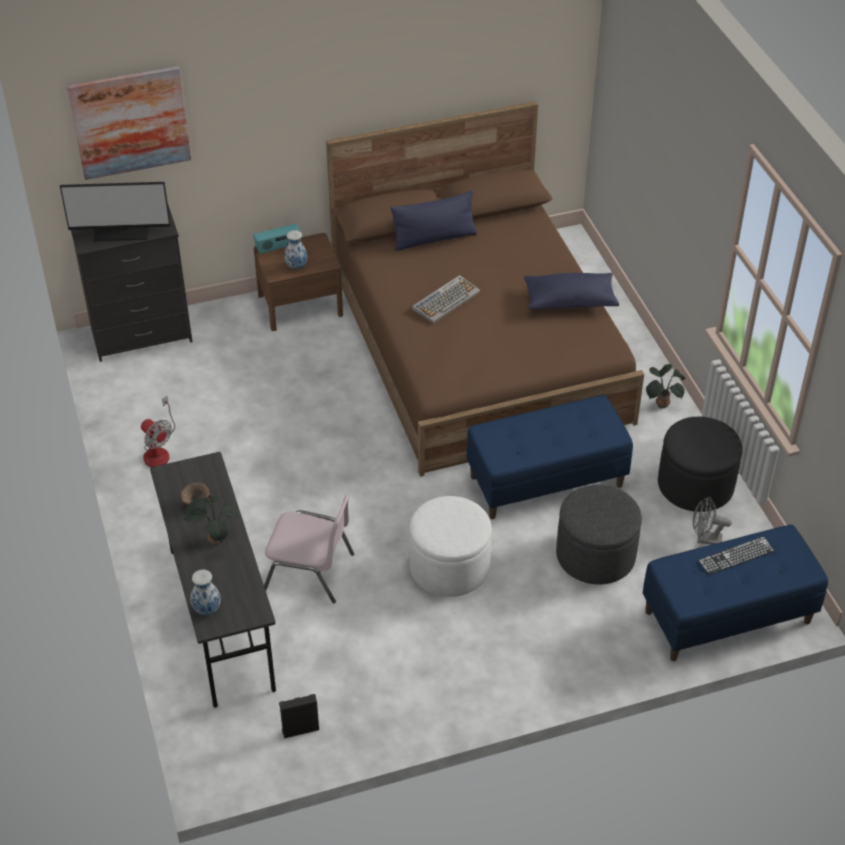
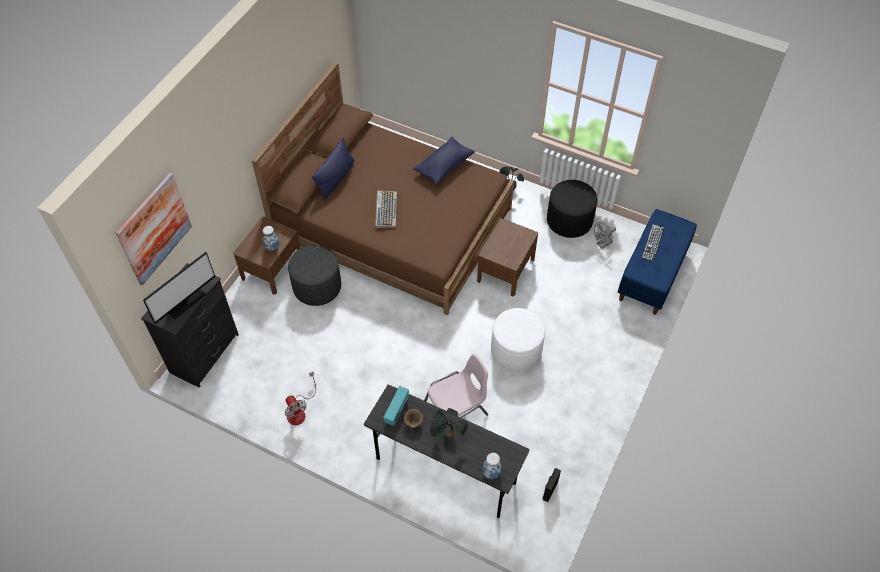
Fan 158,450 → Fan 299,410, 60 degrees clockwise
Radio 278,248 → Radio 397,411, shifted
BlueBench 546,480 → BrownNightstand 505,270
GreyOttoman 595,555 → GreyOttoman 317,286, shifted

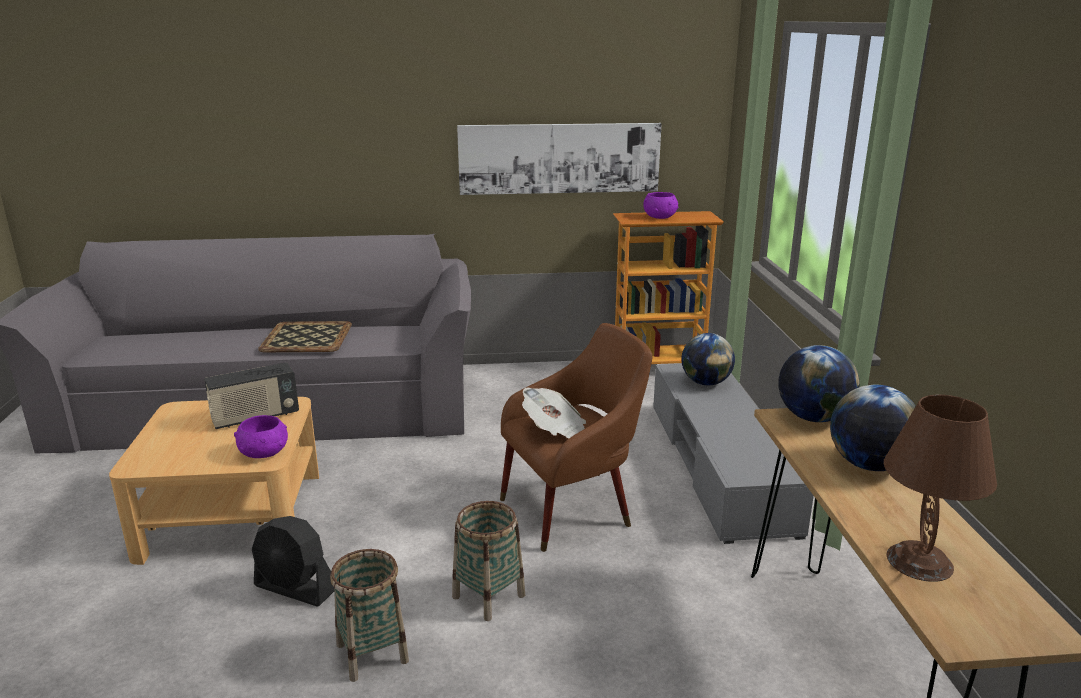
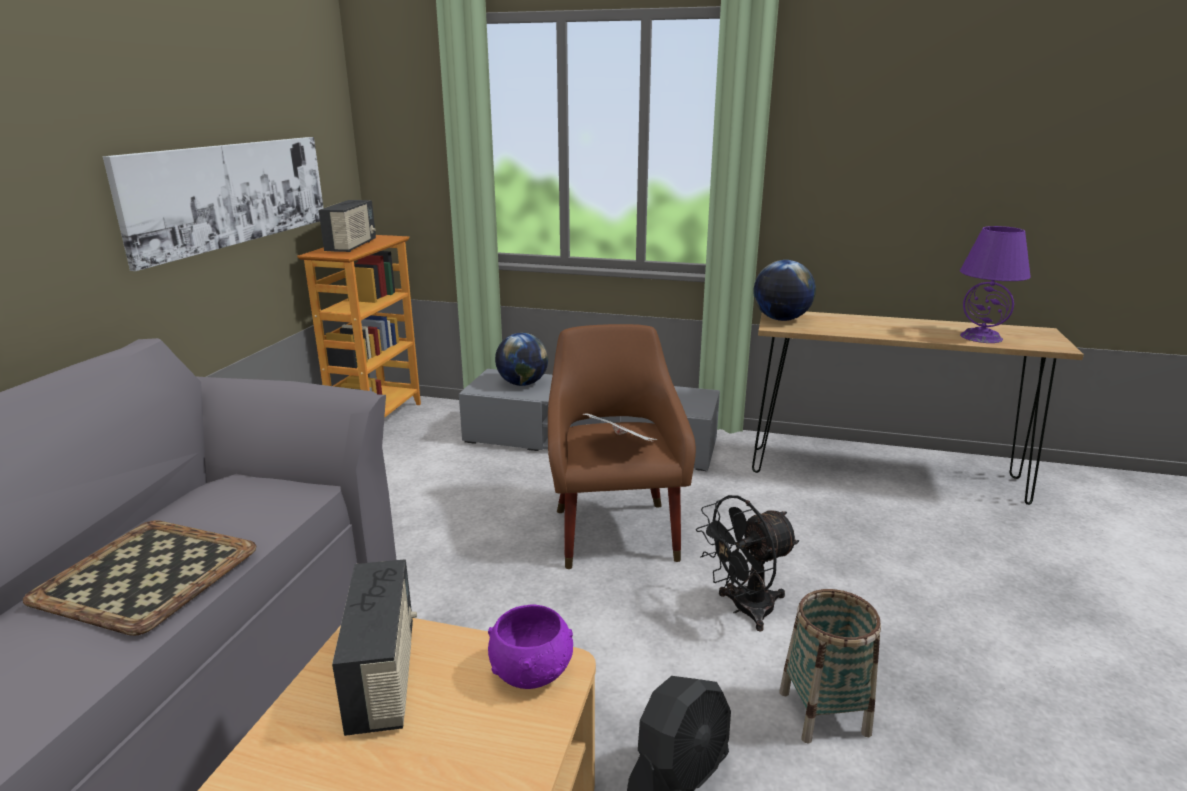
Basket 488,596 → BlackFan 744,609
PurpleBowl 660,217 → Radio 352,246
Globe 869,465 → -
BrownTableLamp 918,561 → PurpleTableLamp 980,337

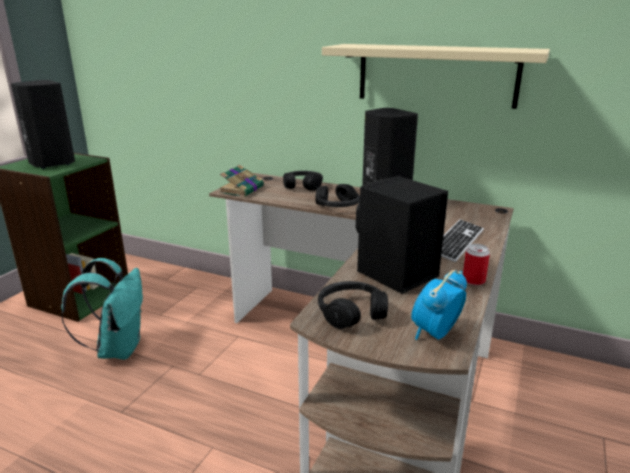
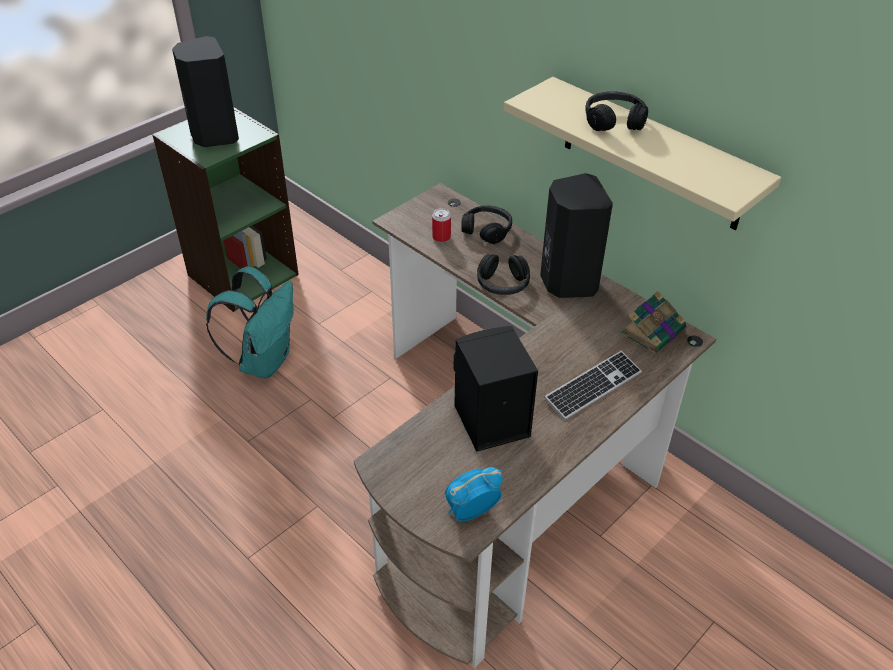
Book 242,189 → Book 653,330, shifted
BlackHeadphones 351,313 → BlackHeadphones 614,121, shifted
Can 473,281 → Can 441,237, shifted

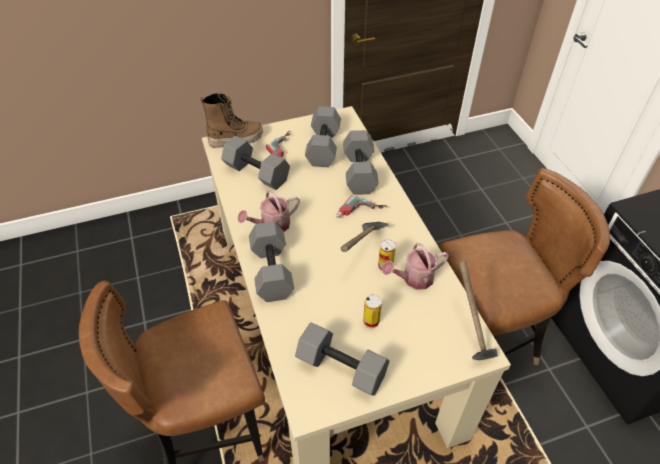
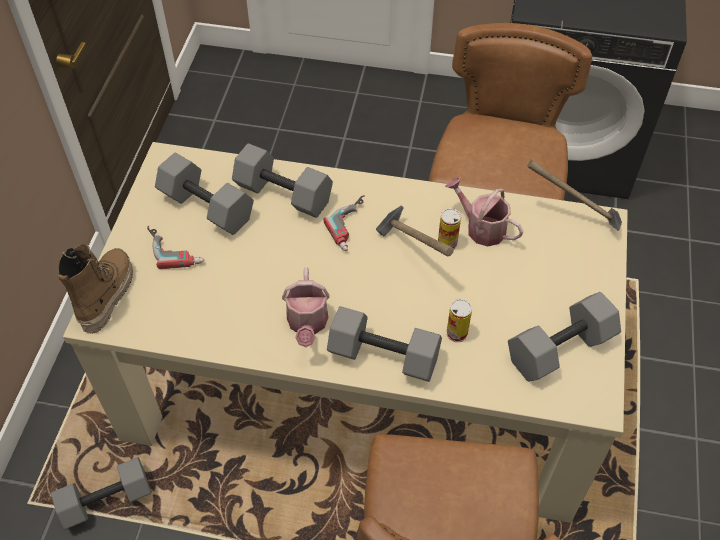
GreyDumbbell 258,172 → GreyDumbbell 107,498, shifted
Can 371,321 → Can 457,333, shifted
WateringCan 413,279 → WateringCan 481,228, 120 degrees clockwise

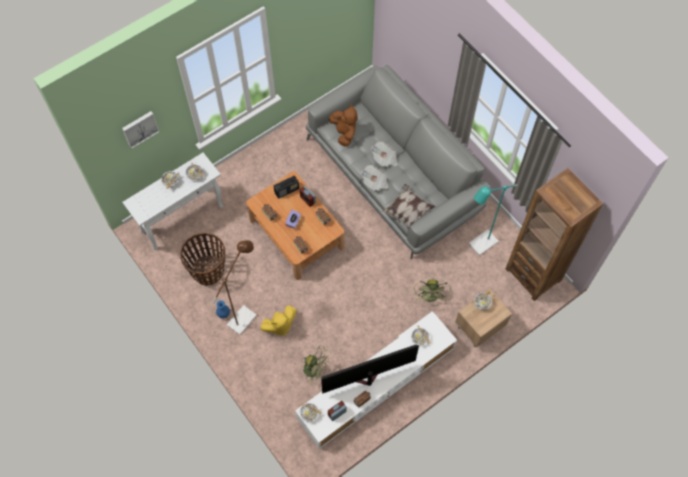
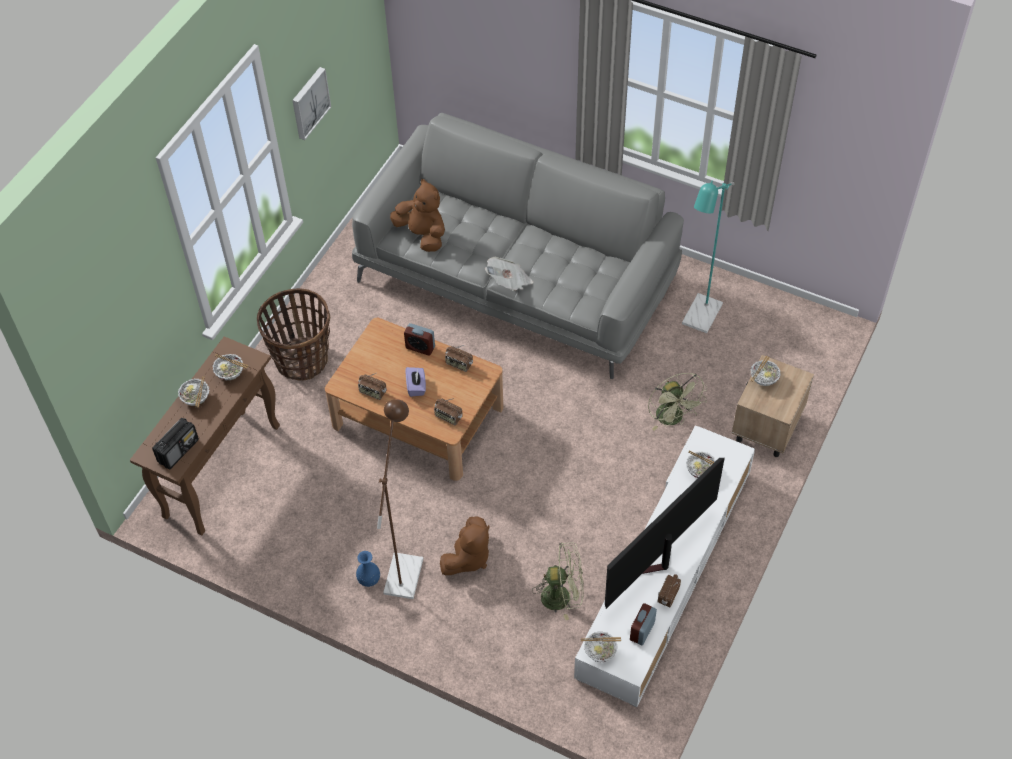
Picture 139,128 → Picture 309,102, shifted
WhiteConsoleTable 183,218 → BrownConsoleTable 222,470
Basket 208,270 → Basket 302,359, shifted
YellowPlushToy 279,325 → BrownPlushToy 468,558
Radio 287,190 → Radio 178,451, shifted
Newspaper 384,159 → -
Pillow 408,212 → -
BrownBookcase 533,274 → -

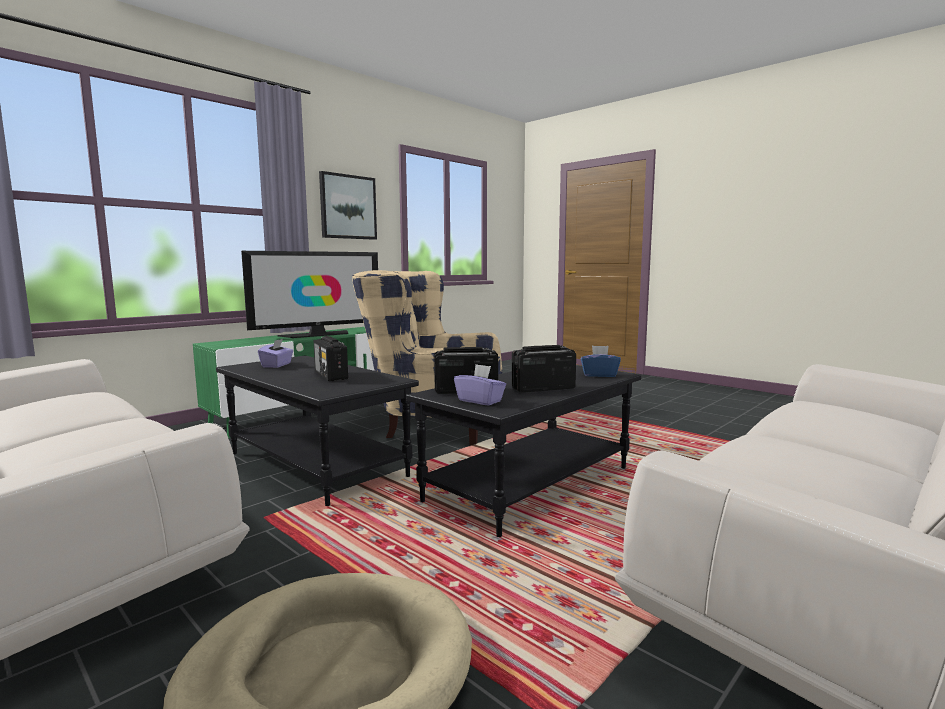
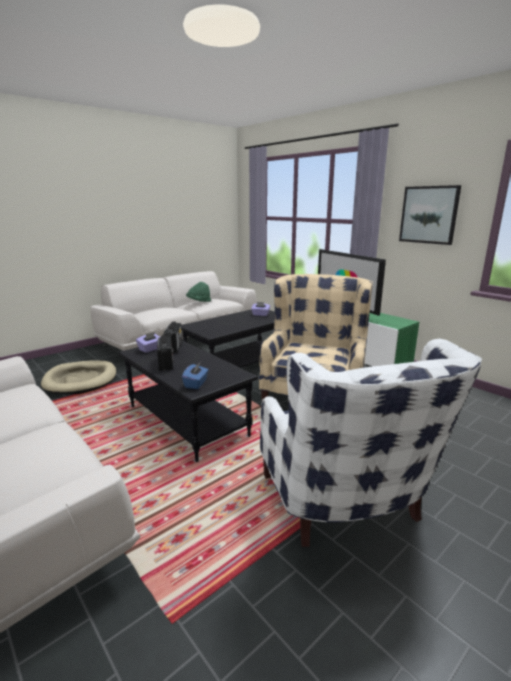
Radio 331,376 → -
- → GreenHat 199,302
- → WhiteArmchair 346,507

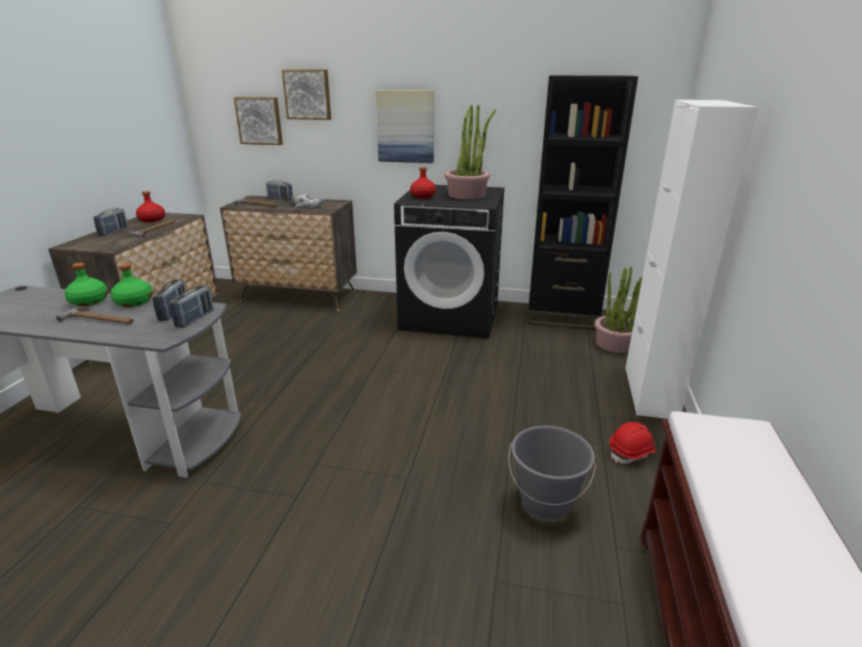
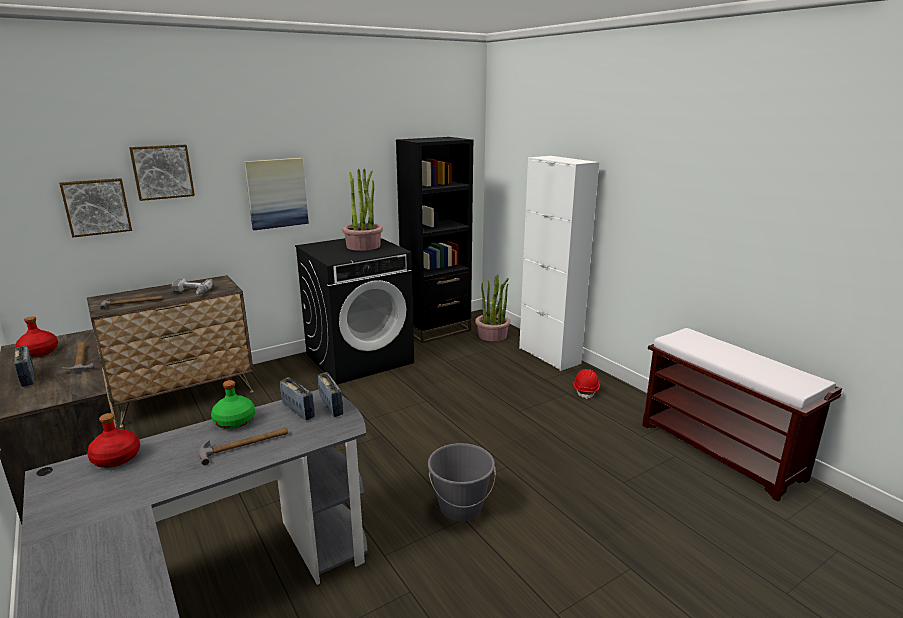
GreenBottle 88,301 → -
Radio 280,199 → -
RedBottle 423,196 → RedBottle 116,458, shifted
GreyBucket 546,502 → GreyBucket 460,508, shifted

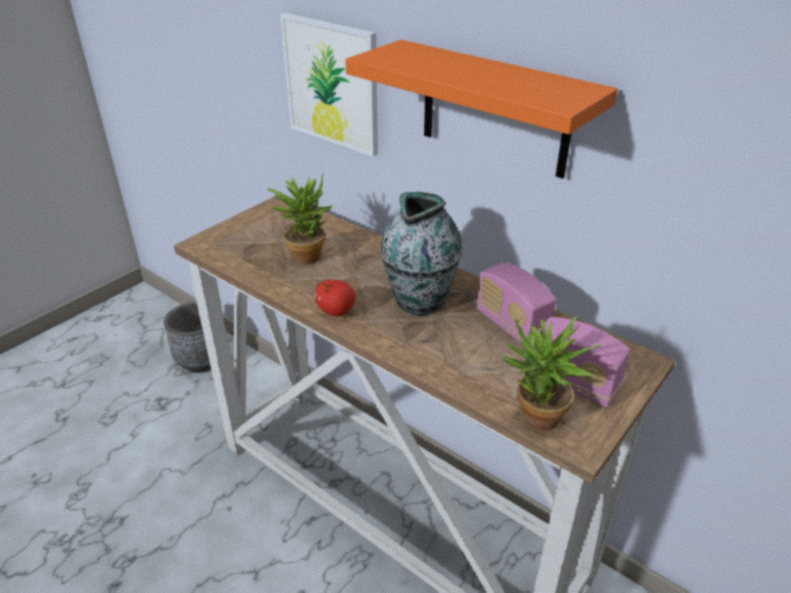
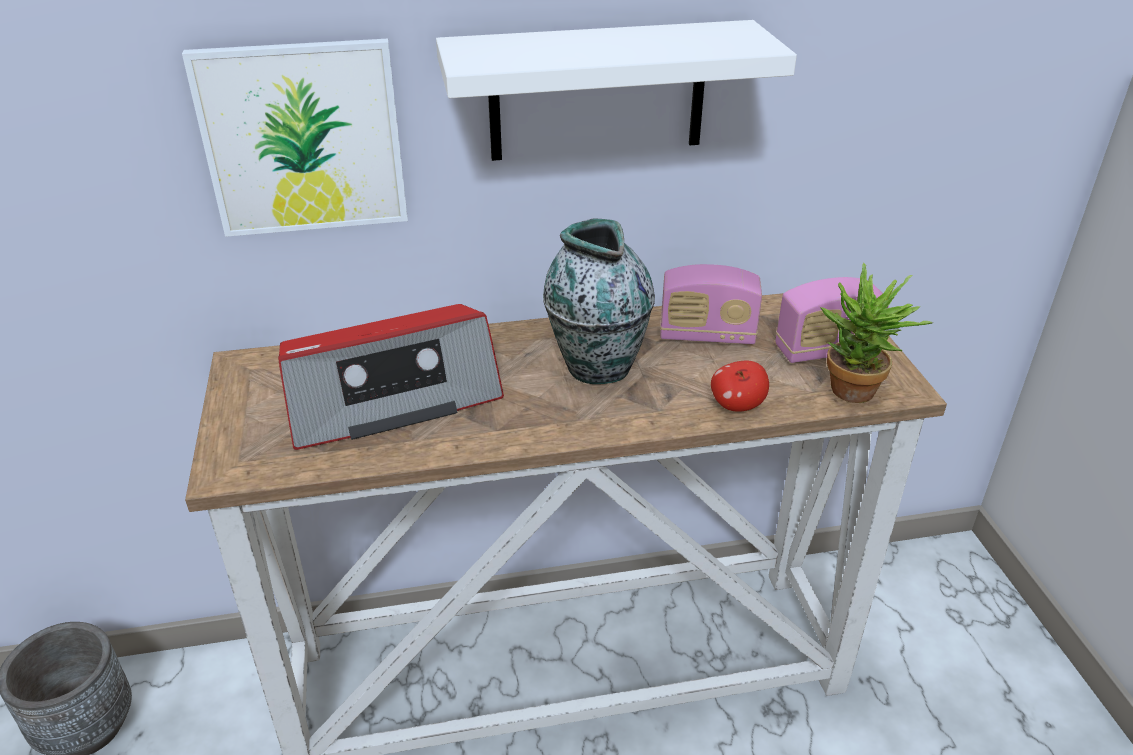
PottedPlant 305,254 → Radio 391,397
Apple 336,311 → Apple 737,405, shifted
OrangeShelf 494,109 → WhiteShelf 597,91

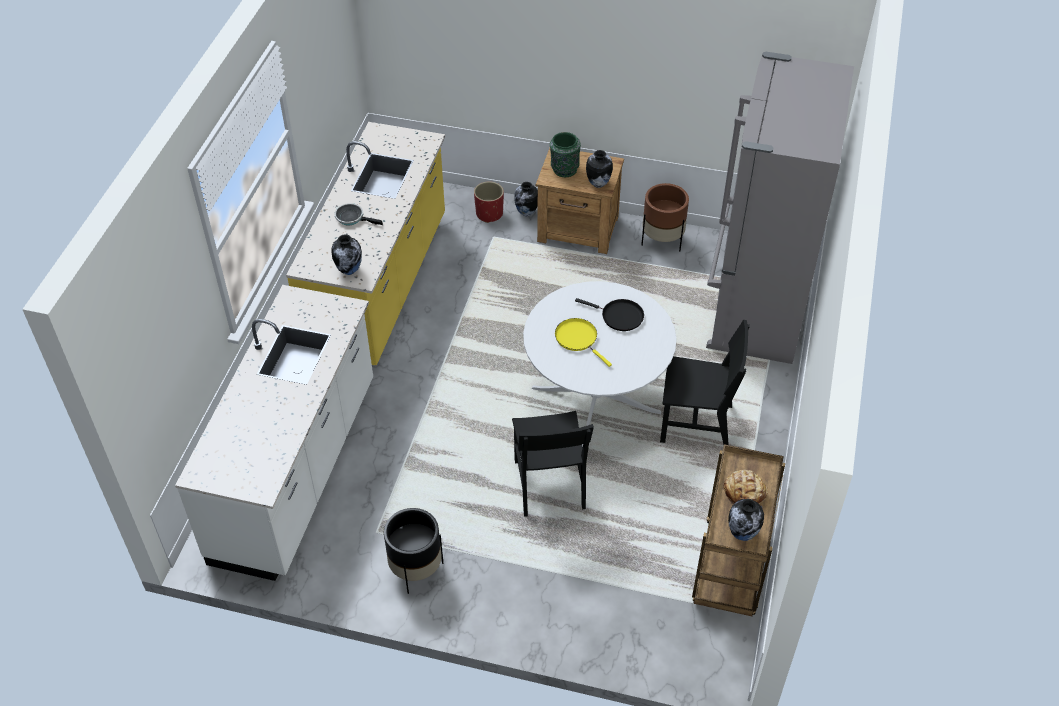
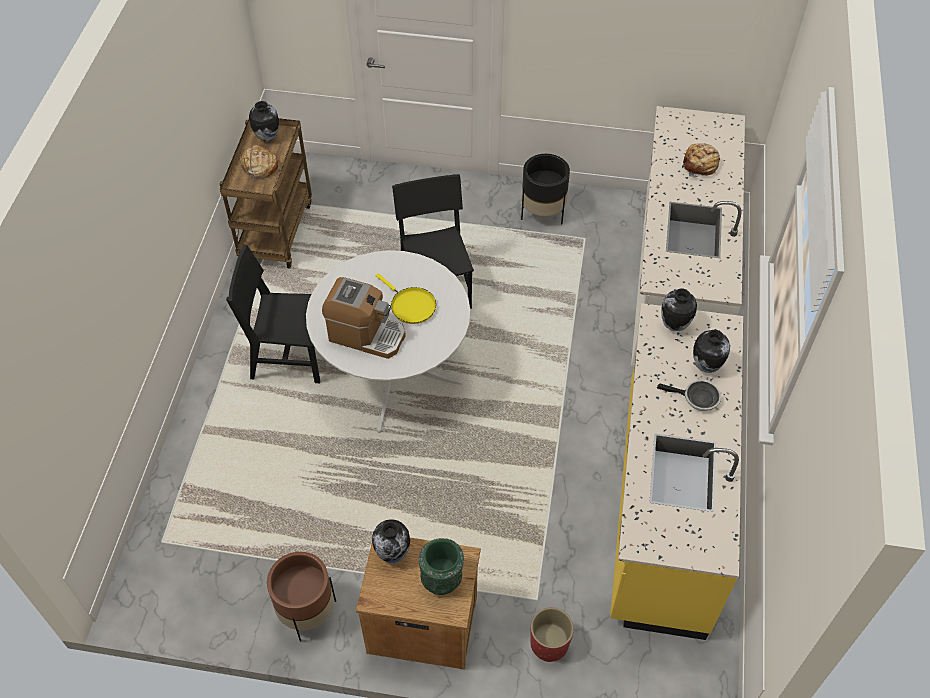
Vase 526,213 → Vase 706,366, shifted
BlackFryingPan 619,316 → CoffeeMachine 366,335
GreyFridge 754,308 → -
- → Bread 700,165

